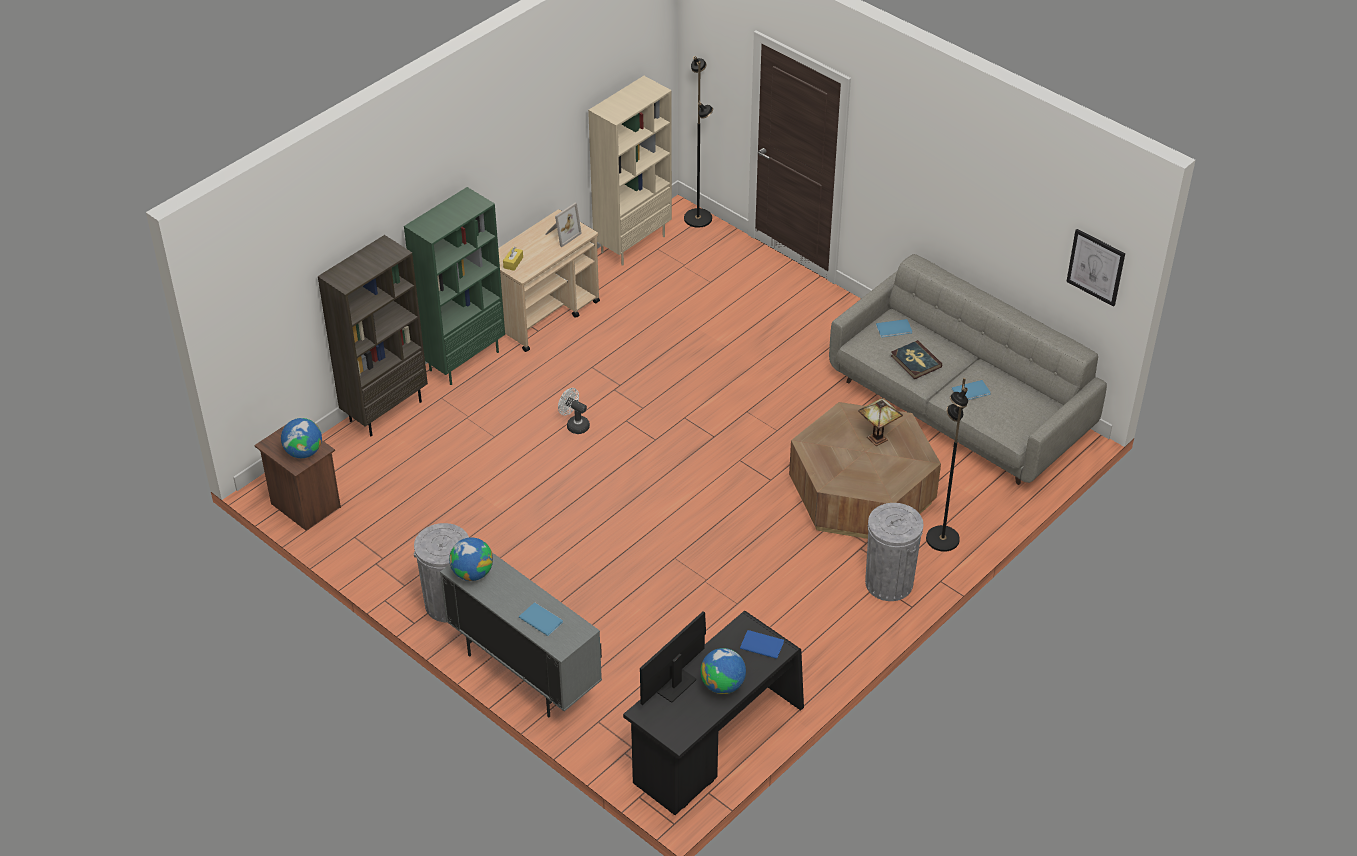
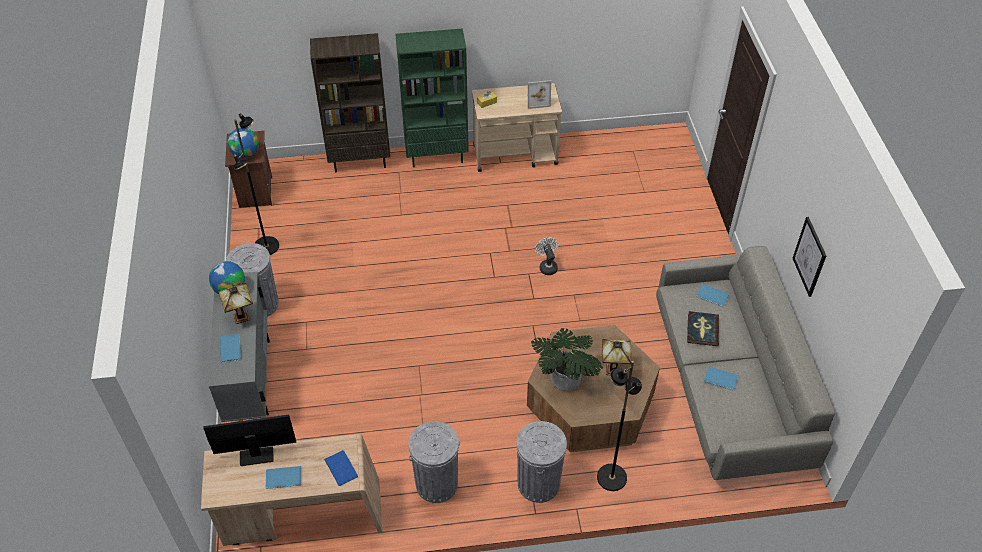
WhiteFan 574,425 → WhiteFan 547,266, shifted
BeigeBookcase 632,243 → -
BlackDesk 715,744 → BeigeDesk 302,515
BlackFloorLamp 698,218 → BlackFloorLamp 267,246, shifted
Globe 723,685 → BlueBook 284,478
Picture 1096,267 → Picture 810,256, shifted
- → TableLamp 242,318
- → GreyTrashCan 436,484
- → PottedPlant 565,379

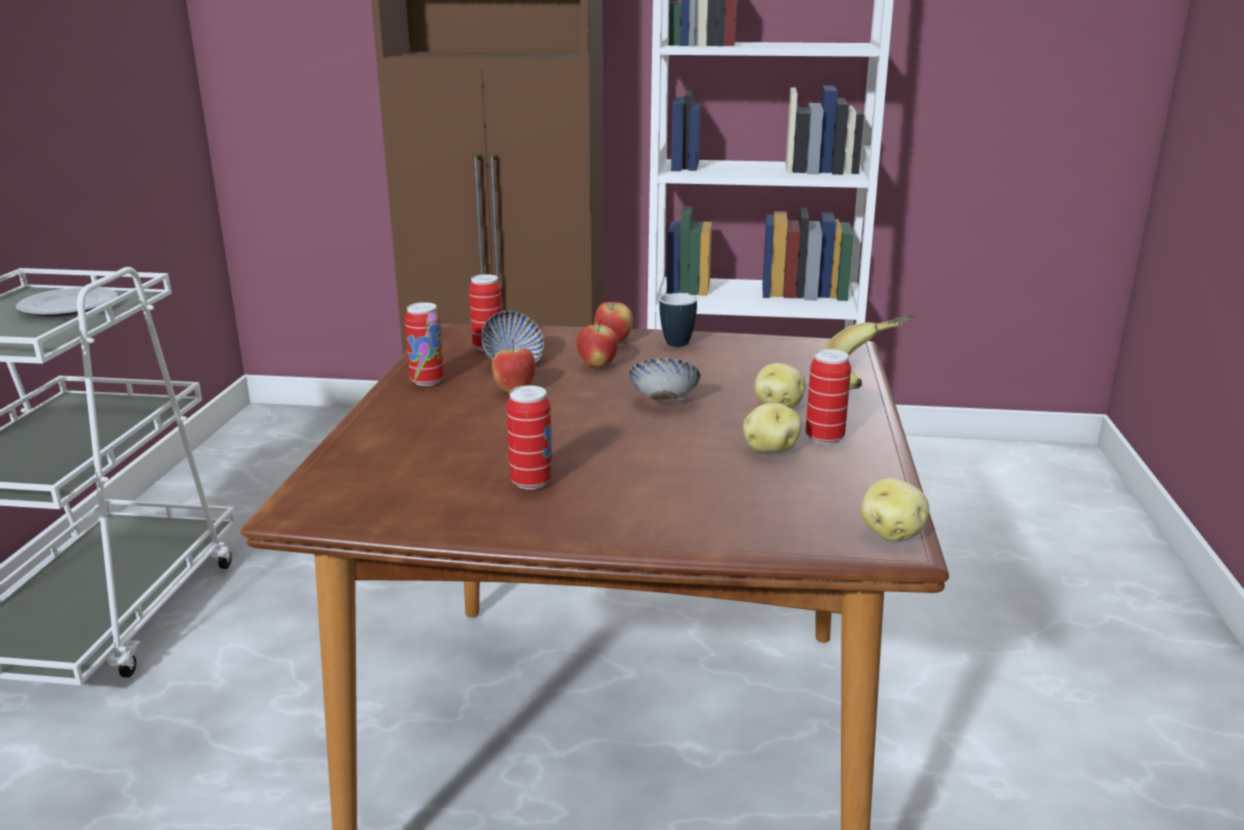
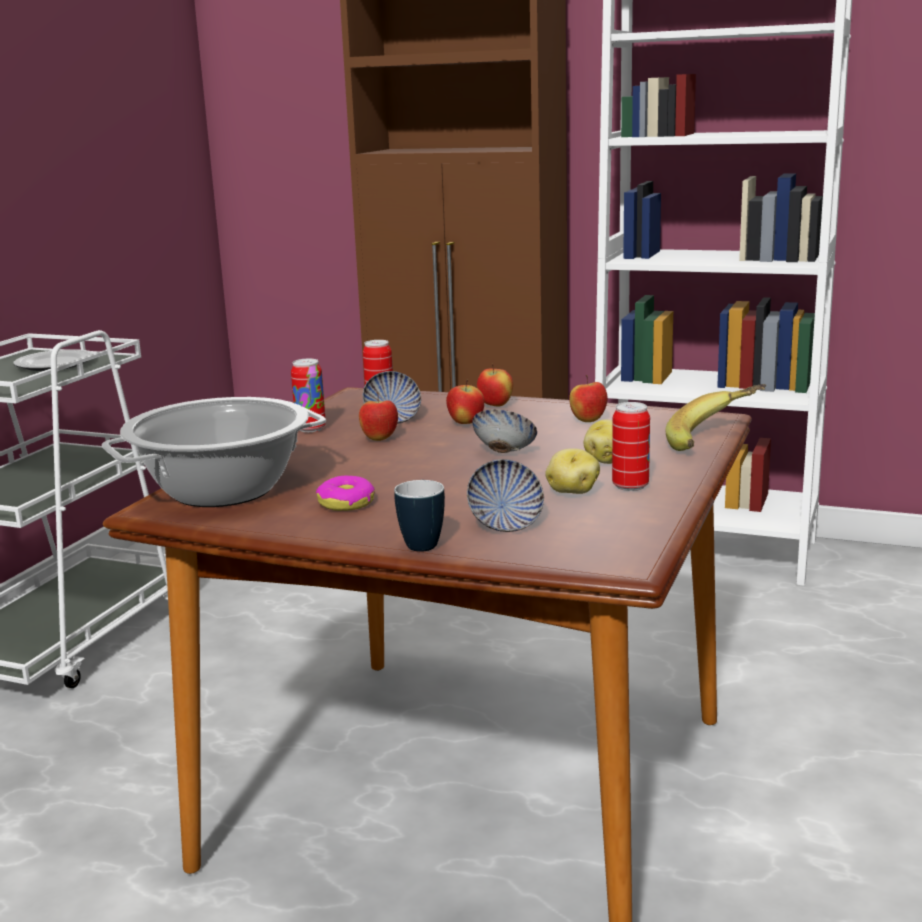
Can 531,482 → Donut 346,503
Mug 677,341 → Mug 425,543, shifted
Potato 892,533 → -
- → CookingPot 222,491
- → Bowl 505,524
- → Apple 588,420

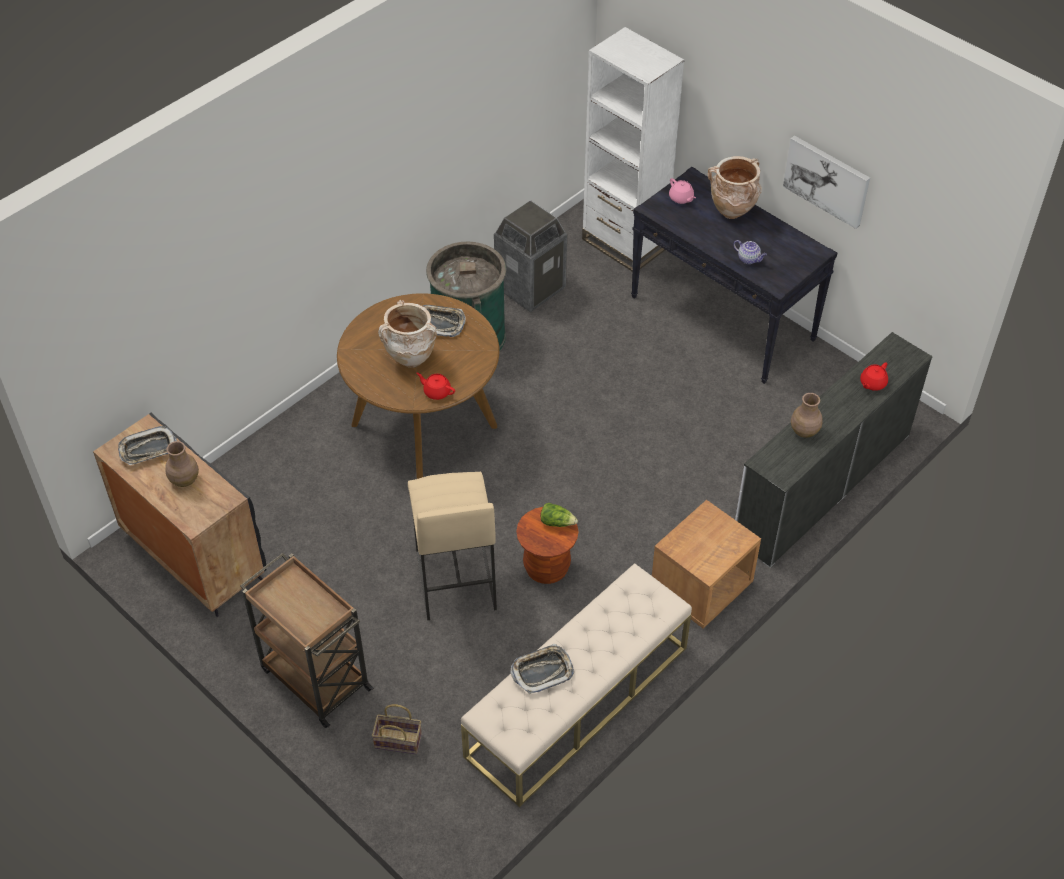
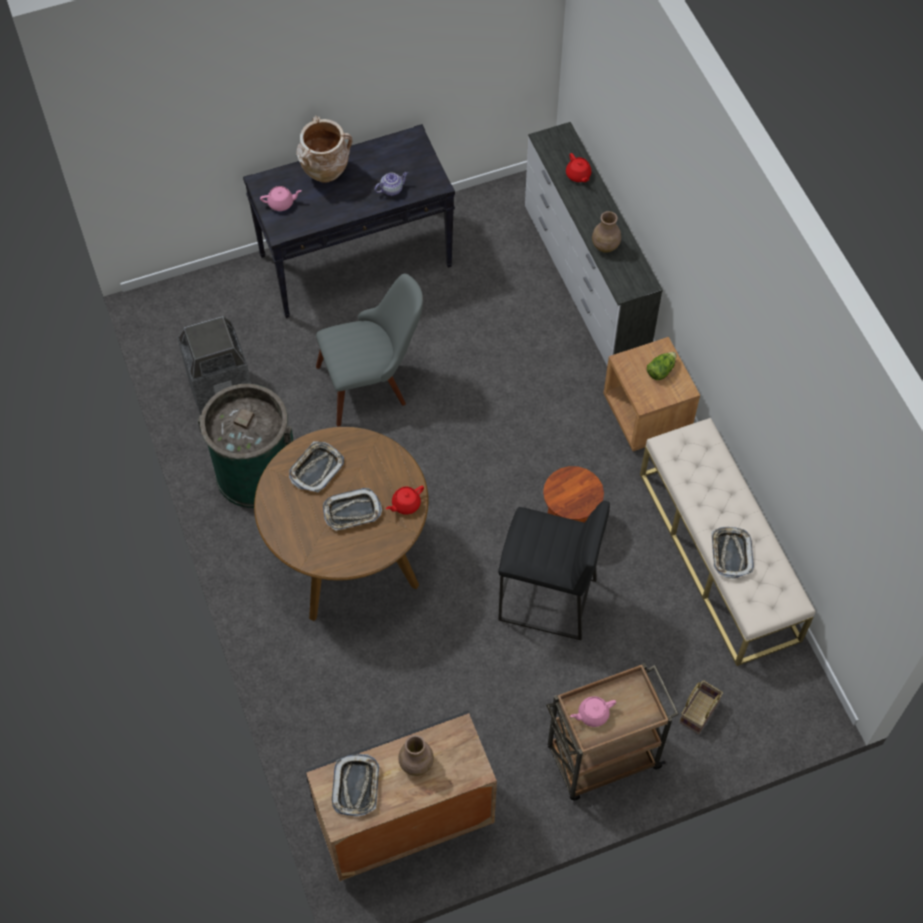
BeigeVase 410,360 → Tray 352,512
BeigeStool 454,580 → BlackStool 547,601
Lettuce 557,522 → Lettuce 660,370, shifted
WhiteBookcase 624,244 → -
Picture 827,180 → -
- → GreyChair 373,382
- → PinkTeapot 592,714

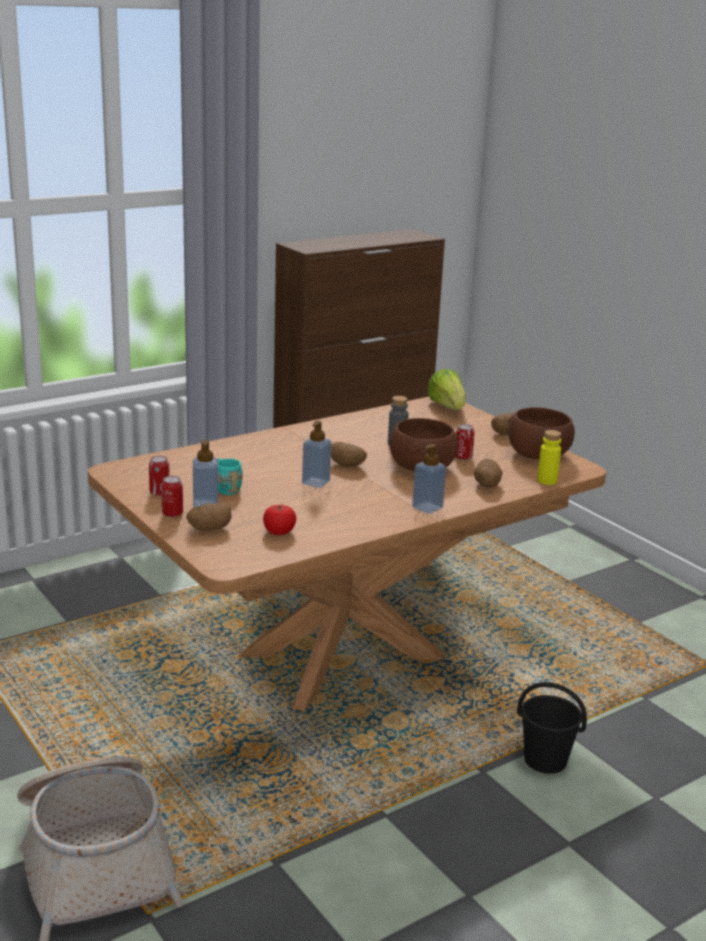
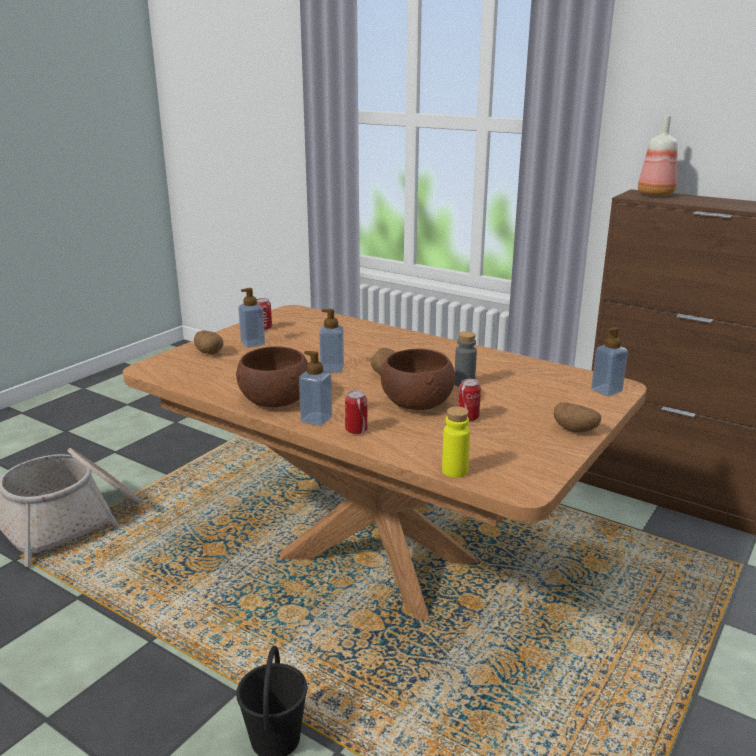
Can 172,514 → Can 356,430, shifted
TurquoiseMug 226,488 → -
Tomato 279,531 → -
Lettuce 447,407 → SoapDispenser 606,390
Potato 487,485 → -
BrownBowl 538,454 → BrownBowl 275,400, shifted
- → Bottle 655,195

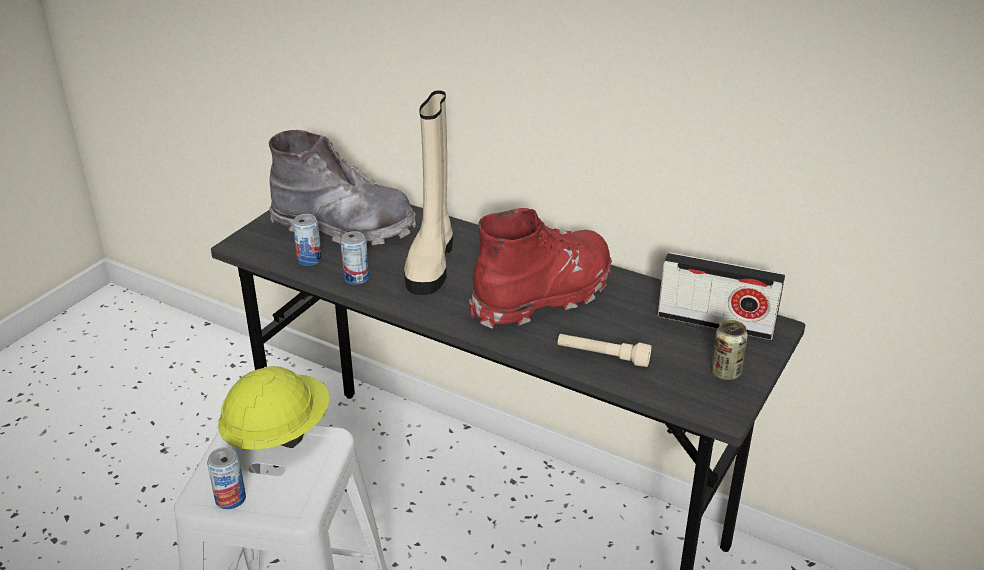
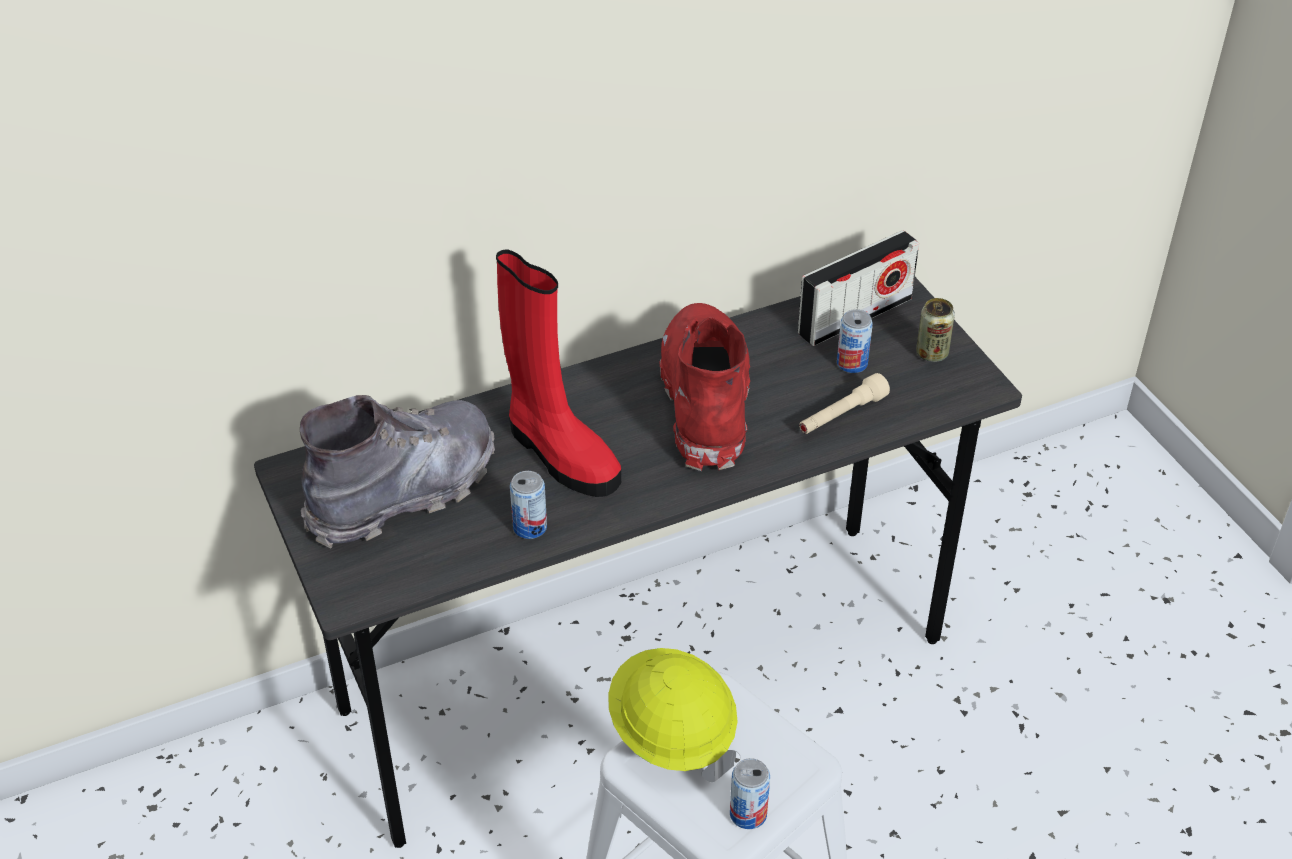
Can 309,259 → Can 852,363, shifted
BeigeBoot 431,263 → RedBoot 559,454

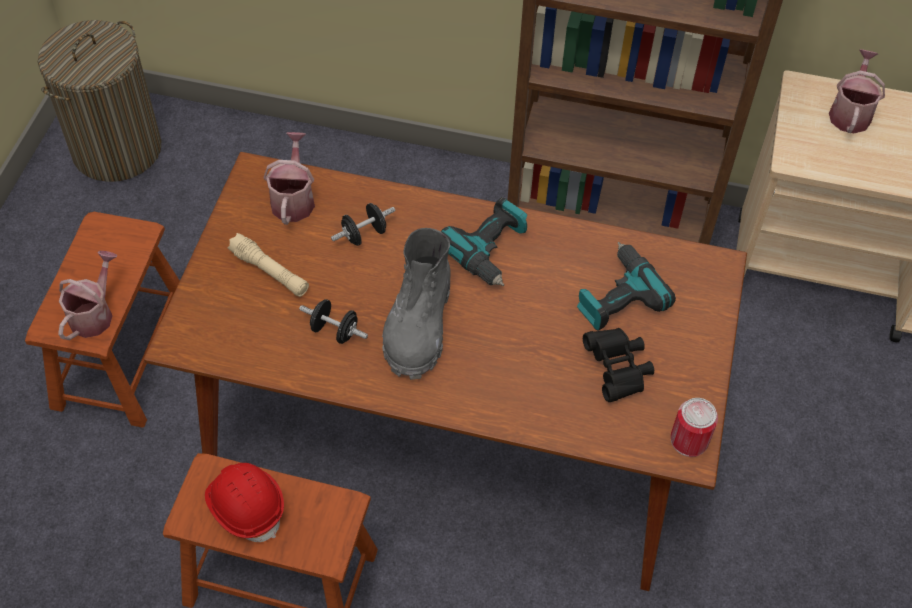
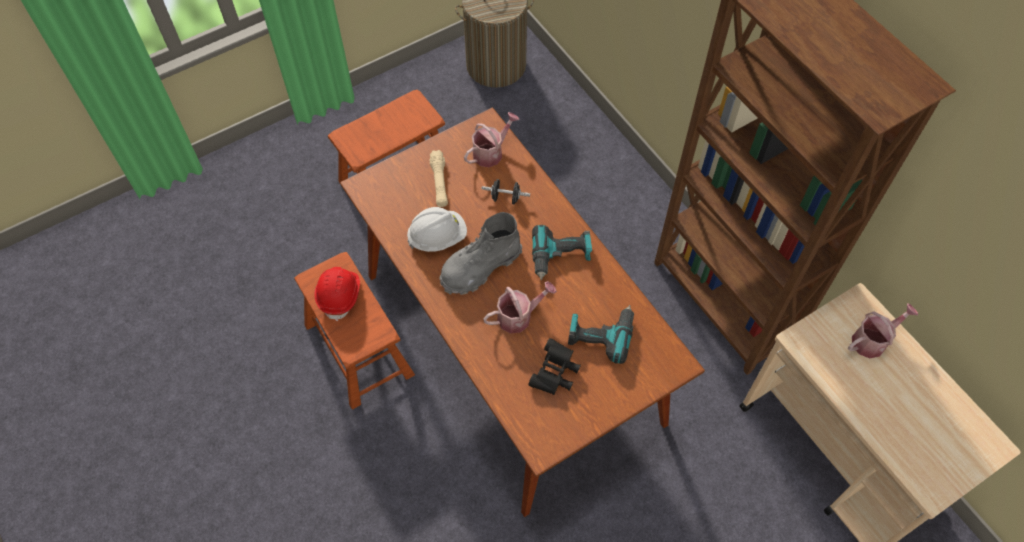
WateringCan 94,314 → WateringCan 519,316, shifted
BlackDumbbell 334,331 → WhiteHardHat 437,237
Can 689,440 → -

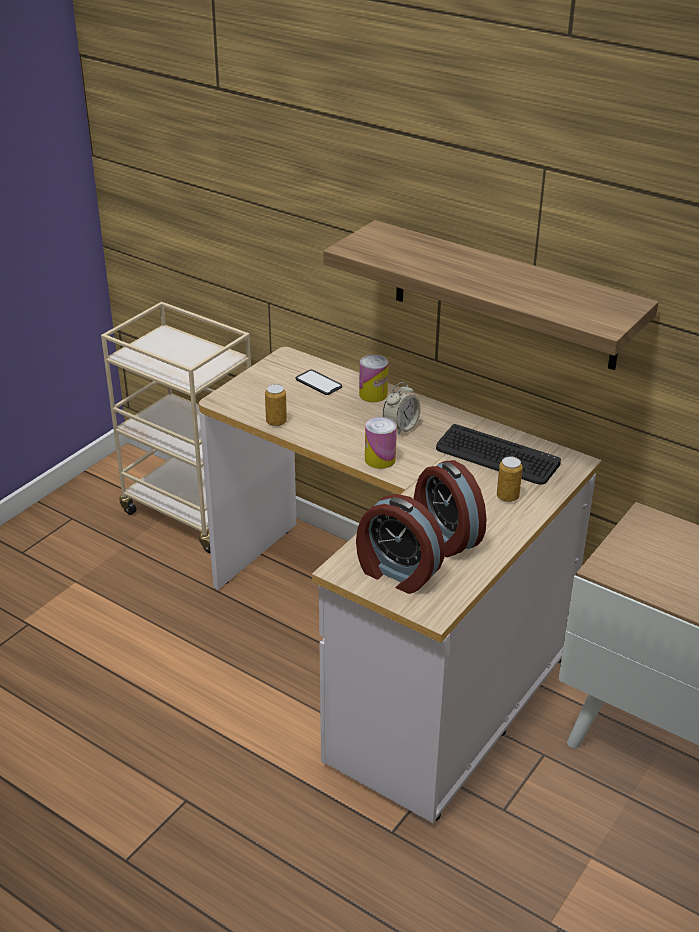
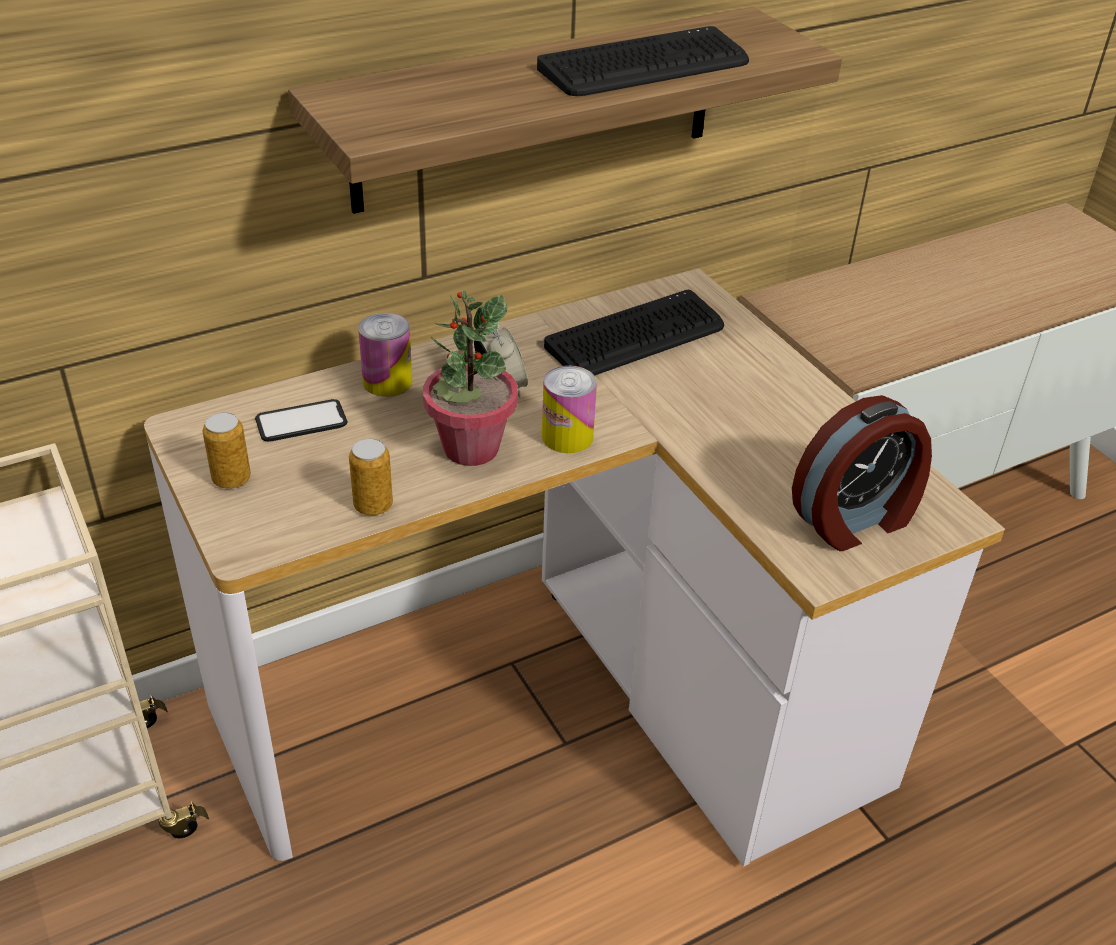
AlarmClock 444,537 → -
Can 507,497 → Can 231,479, shifted
- → PottedPlant 470,448
- → Keyboard 645,66

